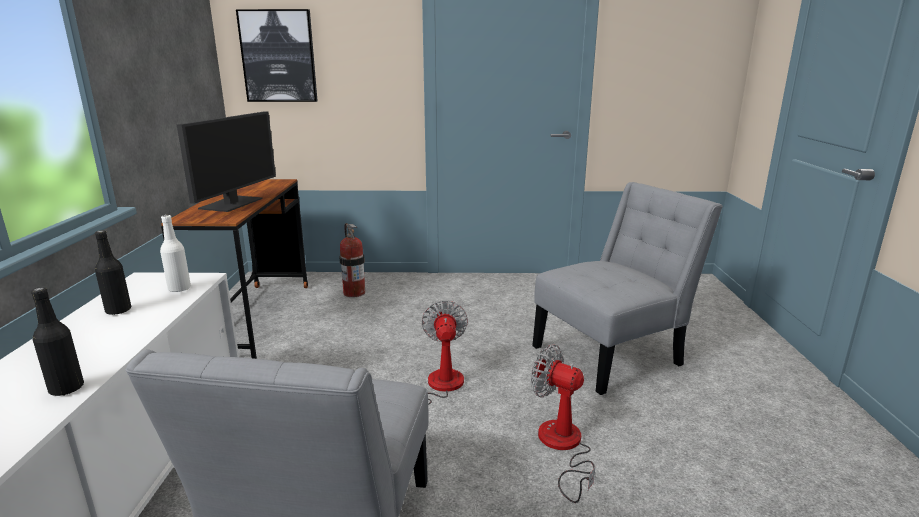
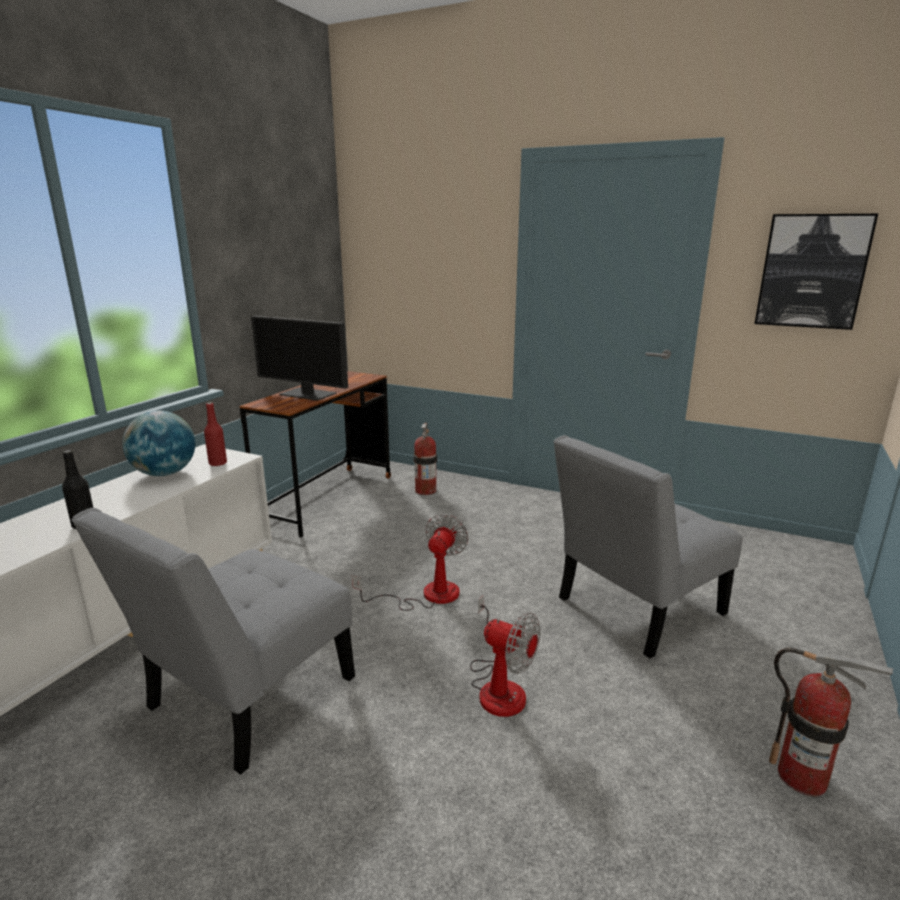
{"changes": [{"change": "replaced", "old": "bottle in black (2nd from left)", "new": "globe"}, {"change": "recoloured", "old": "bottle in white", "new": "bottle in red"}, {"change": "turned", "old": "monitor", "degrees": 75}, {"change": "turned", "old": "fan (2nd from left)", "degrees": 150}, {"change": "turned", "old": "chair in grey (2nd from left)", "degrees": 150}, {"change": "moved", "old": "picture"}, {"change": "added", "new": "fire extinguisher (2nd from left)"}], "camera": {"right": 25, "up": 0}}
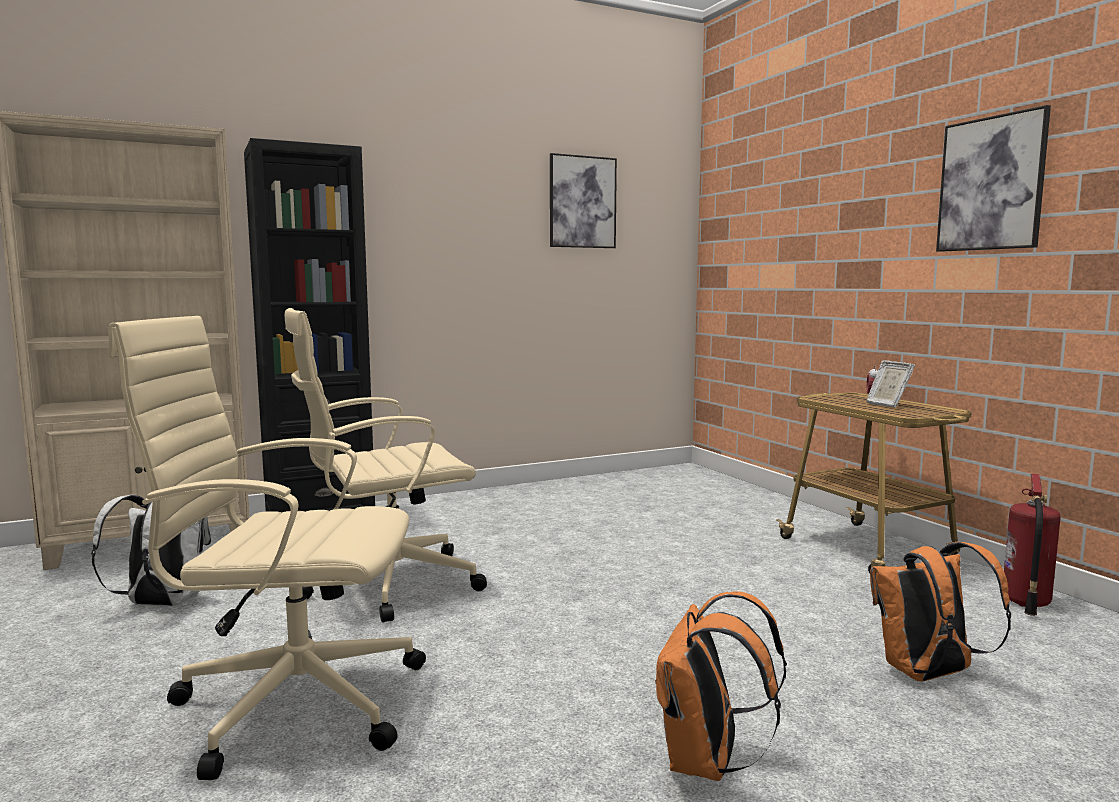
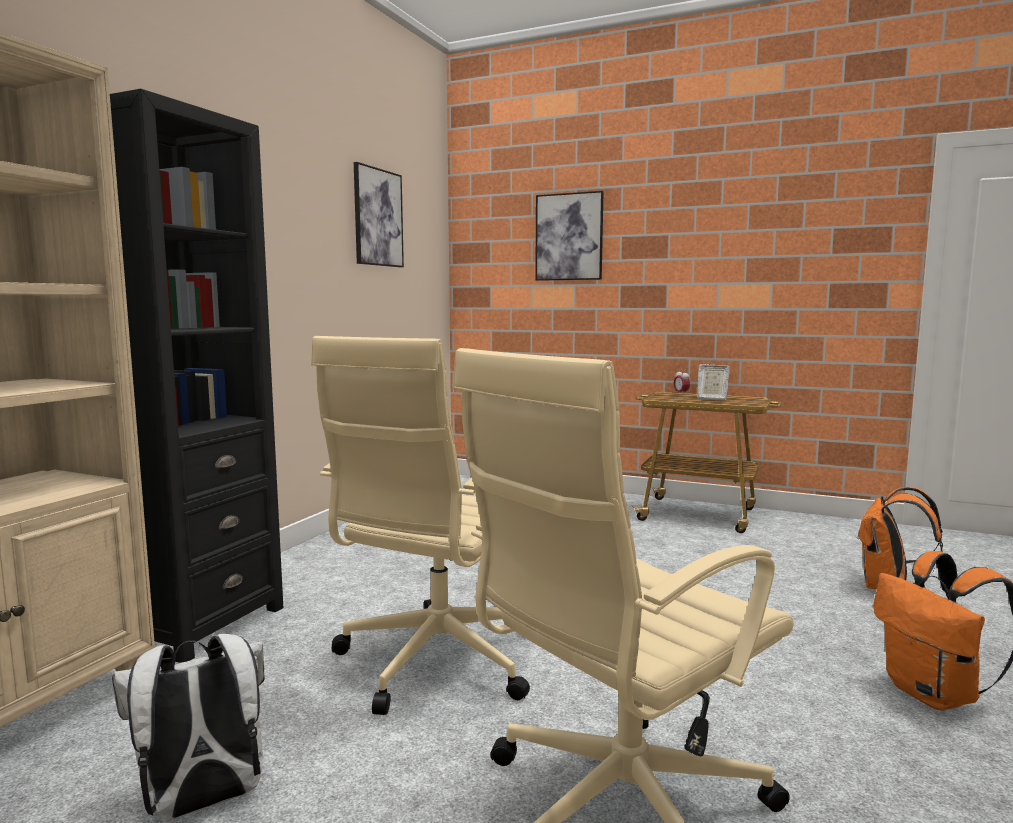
{"changes": [{"change": "moved", "old": "picture (2nd from left)"}, {"change": "removed", "old": "fire extinguisher"}], "camera": {"right": -40, "up": 0}}
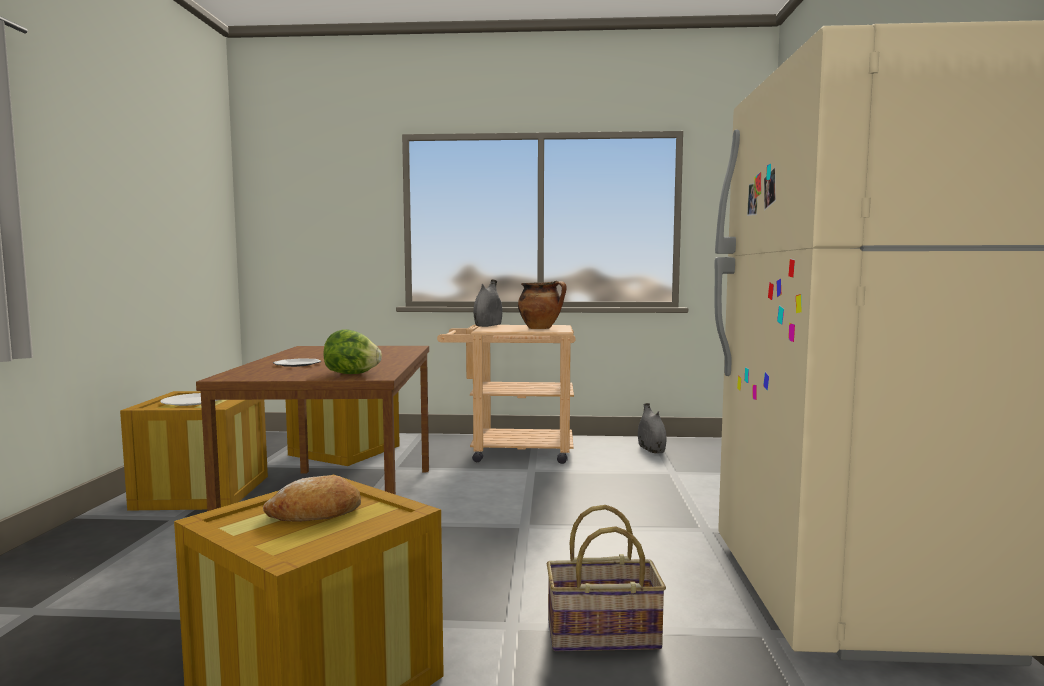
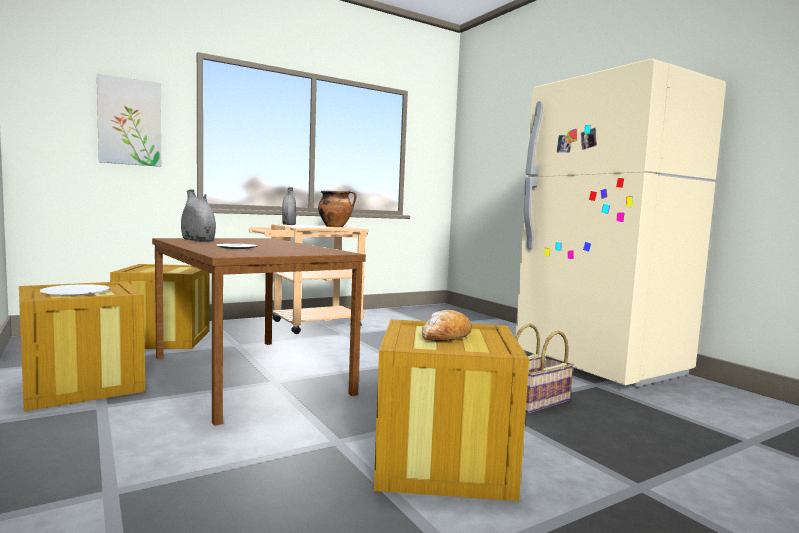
{"changes": [{"change": "added", "new": "picture"}, {"change": "moved", "old": "vase in grey (2nd from left in the first image)", "new": "vase in grey (1st from left)"}, {"change": "removed", "old": "lettuce"}], "camera": {"right": -35, "up": 0}}
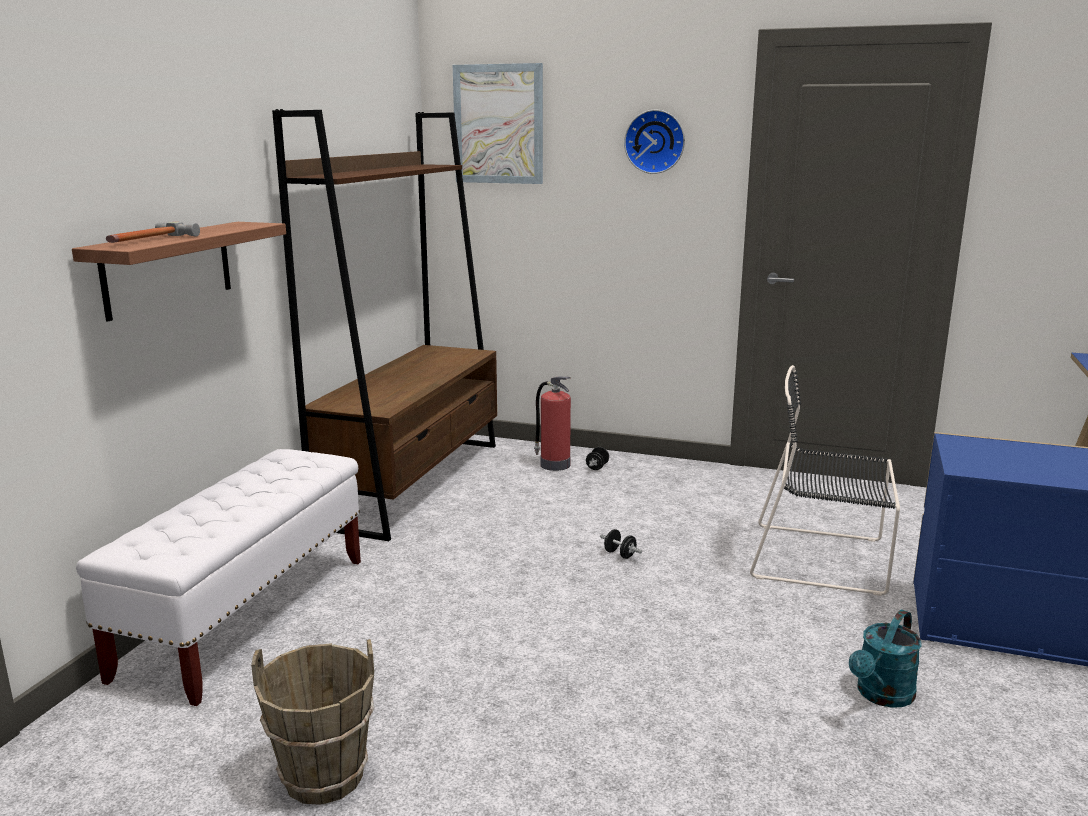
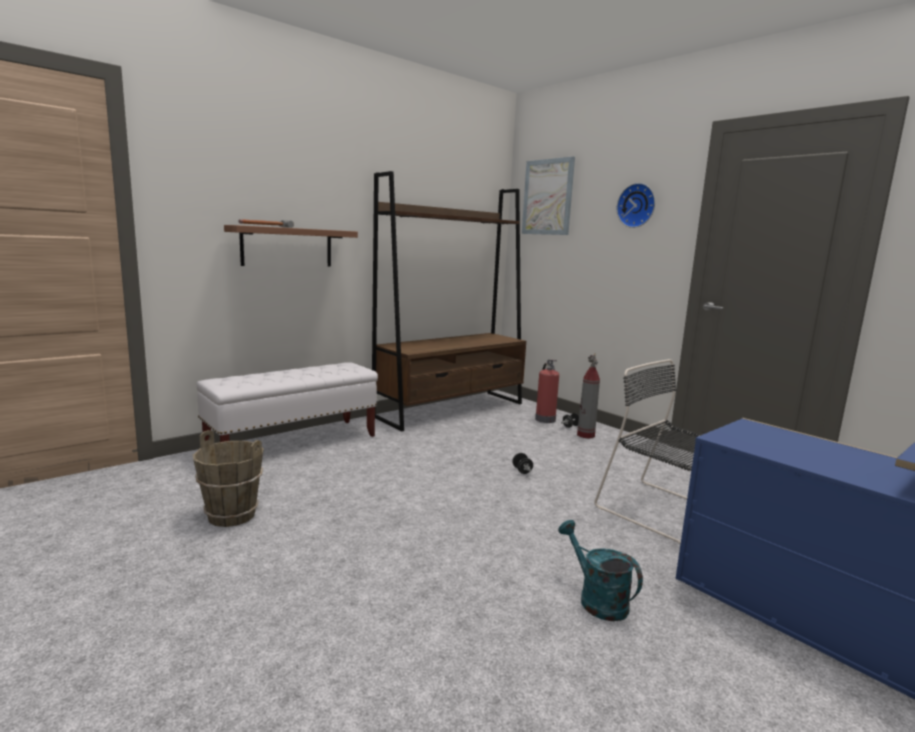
{"changes": [{"change": "turned", "old": "watering can in turquoise", "degrees": 75}, {"change": "added", "new": "fire extinguisher (2nd from left)"}], "camera": {"right": 30, "up": -5}}
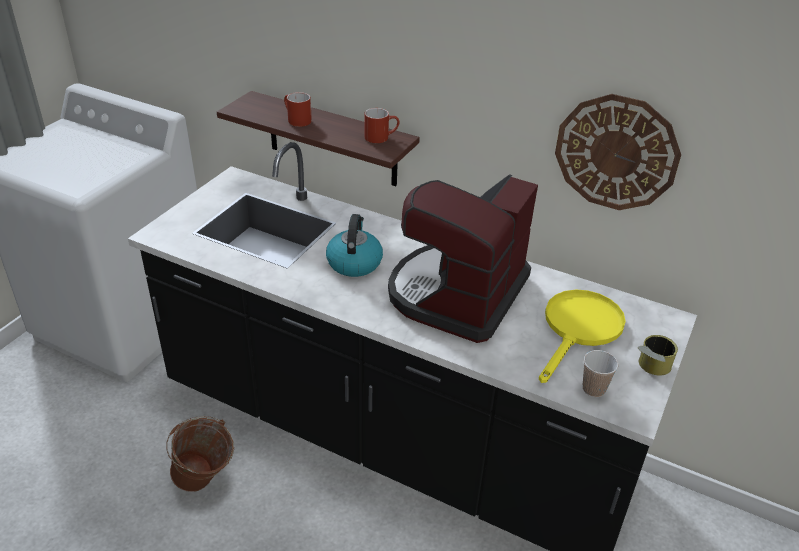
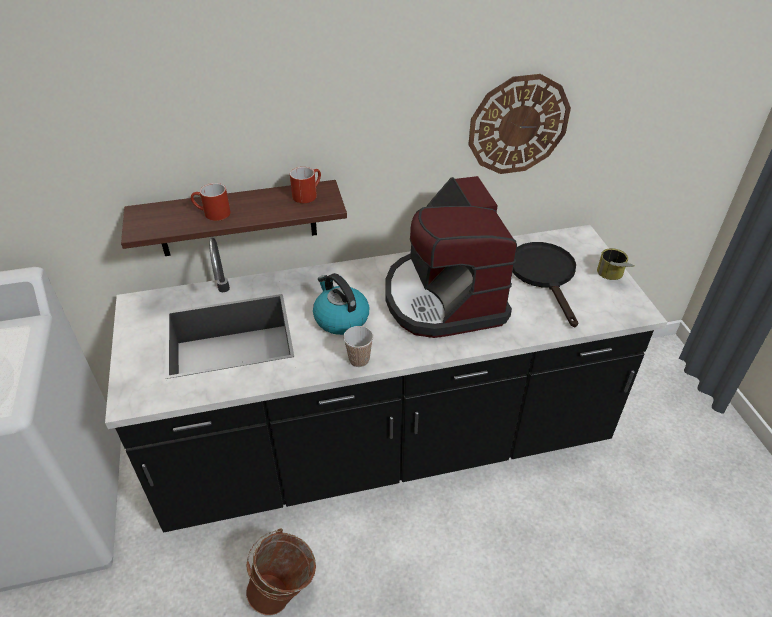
{"changes": [{"change": "moved", "old": "cup"}, {"change": "recoloured", "old": "frying pan in yellow", "new": "frying pan in black"}], "camera": {"right": -40, "up": 5}}
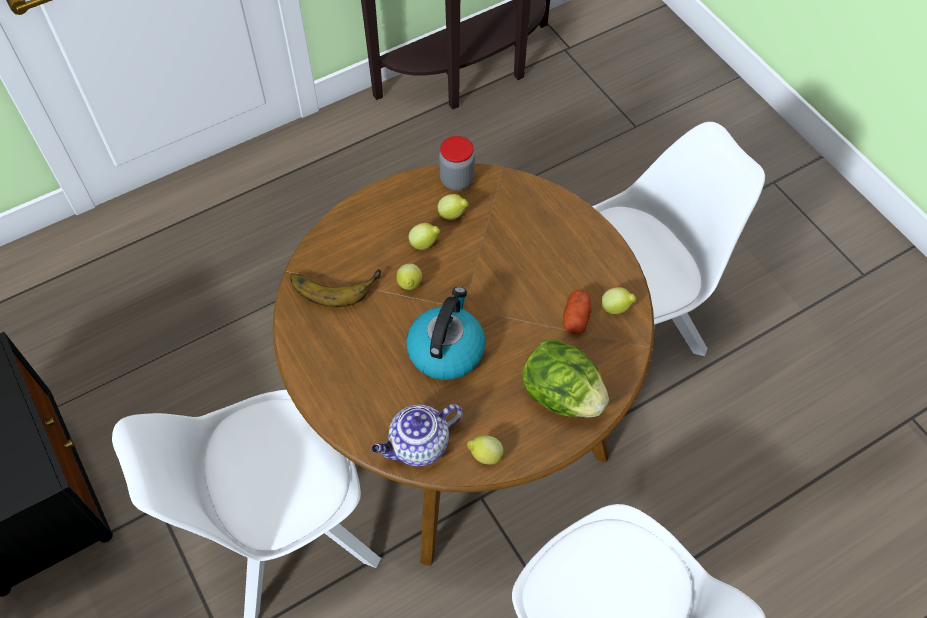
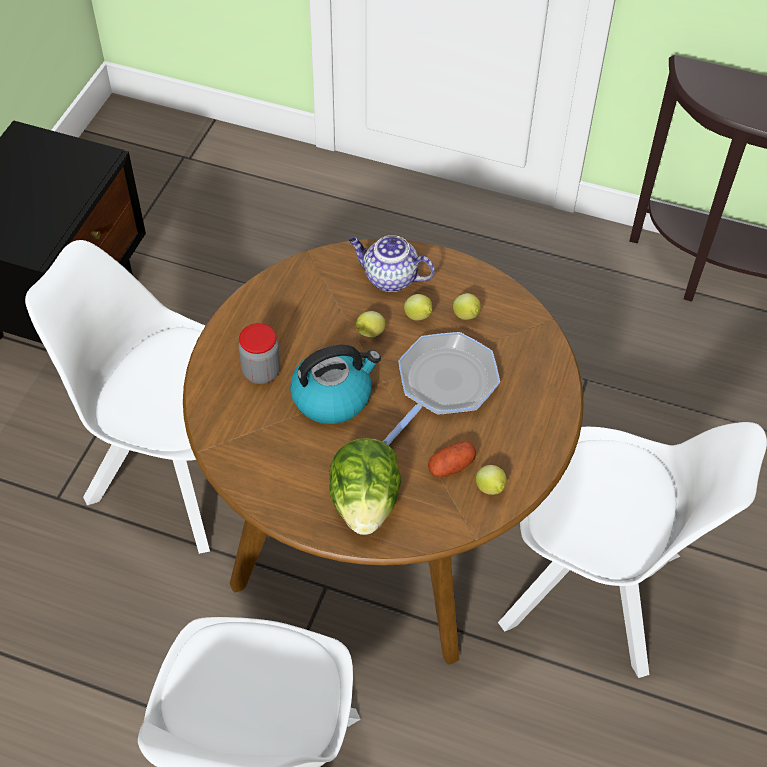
{"changes": [{"change": "moved", "old": "jar"}, {"change": "moved", "old": "teapot"}, {"change": "added", "new": "frying pan"}, {"change": "removed", "old": "banana"}, {"change": "removed", "old": "lemon (4th from left)"}], "camera": {"right": 50, "up": -5}}
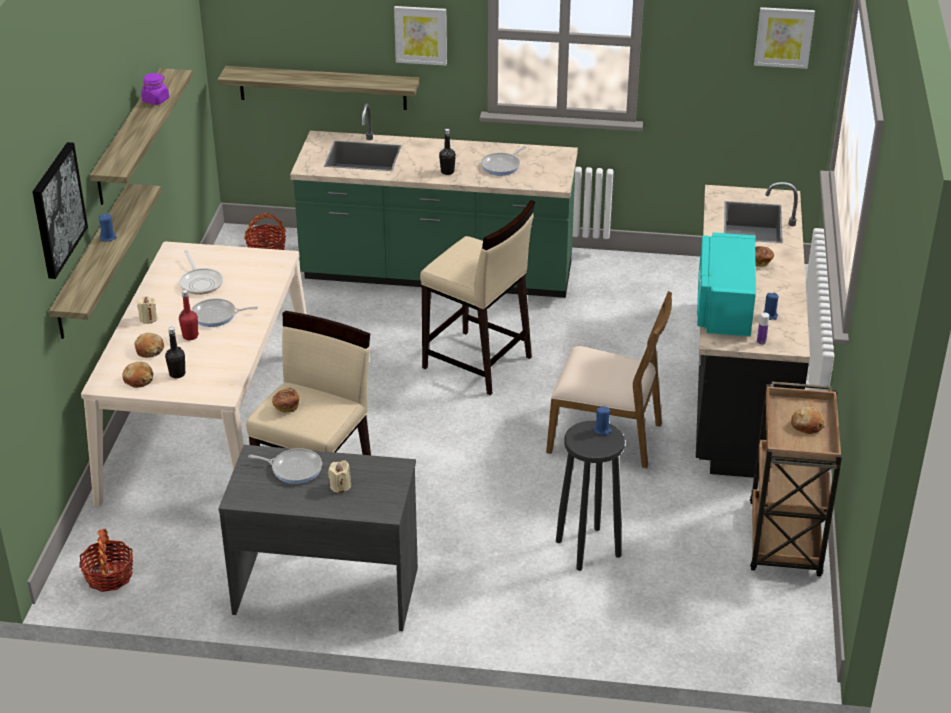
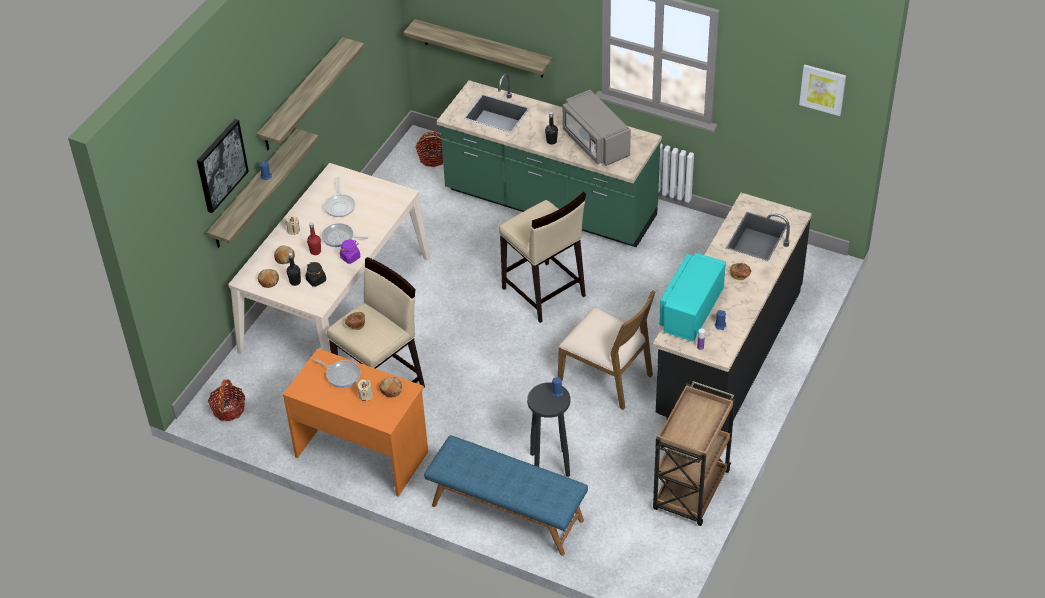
{"changes": [{"change": "recoloured", "old": "desk in grey", "new": "desk in orange"}, {"change": "added", "new": "jar in black"}, {"change": "moved", "old": "jar in purple"}, {"change": "moved", "old": "bread (5th from left in the first image)", "new": "bread (4th from left)"}, {"change": "added", "new": "bench in blue"}, {"change": "replaced", "old": "frying pan (4th from left)", "new": "microwave in grey"}, {"change": "removed", "old": "picture (2nd from left)"}], "camera": {"right": 20, "up": 10}}
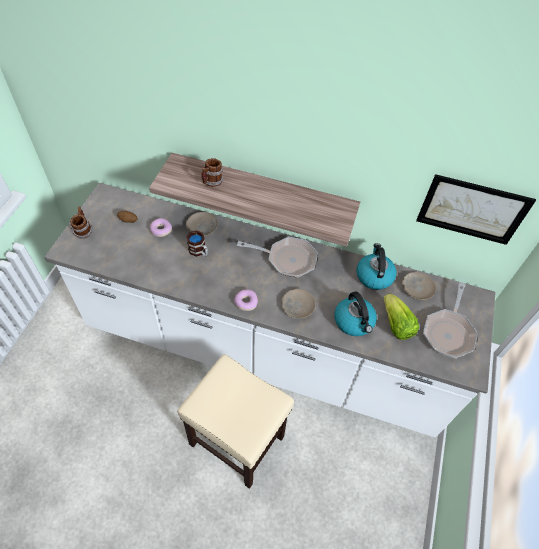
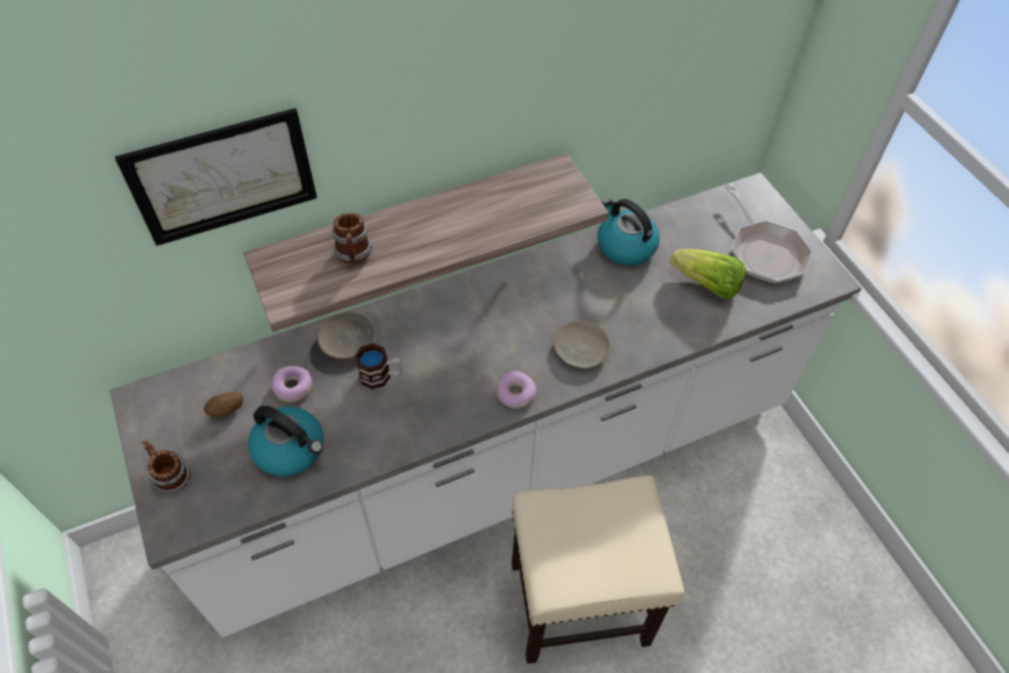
{"changes": [{"change": "moved", "old": "picture"}, {"change": "moved", "old": "kettle (1st from left)"}, {"change": "removed", "old": "frying pan (1st from left)"}, {"change": "removed", "old": "plate in beige (3rd from left)"}], "camera": {"right": -40, "up": 0}}
